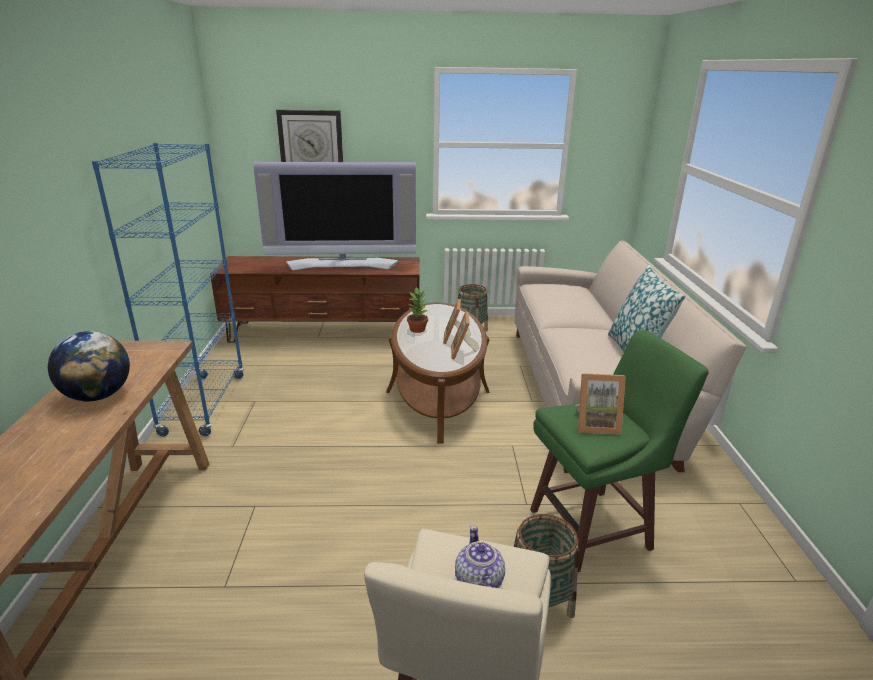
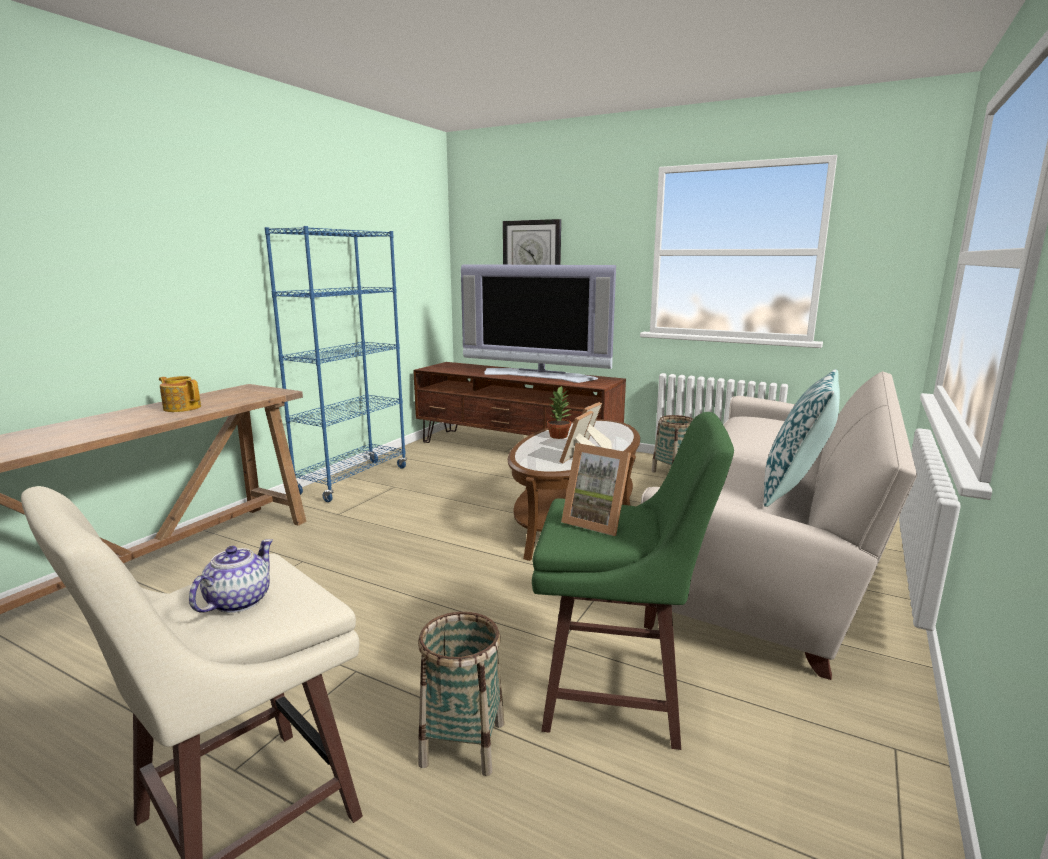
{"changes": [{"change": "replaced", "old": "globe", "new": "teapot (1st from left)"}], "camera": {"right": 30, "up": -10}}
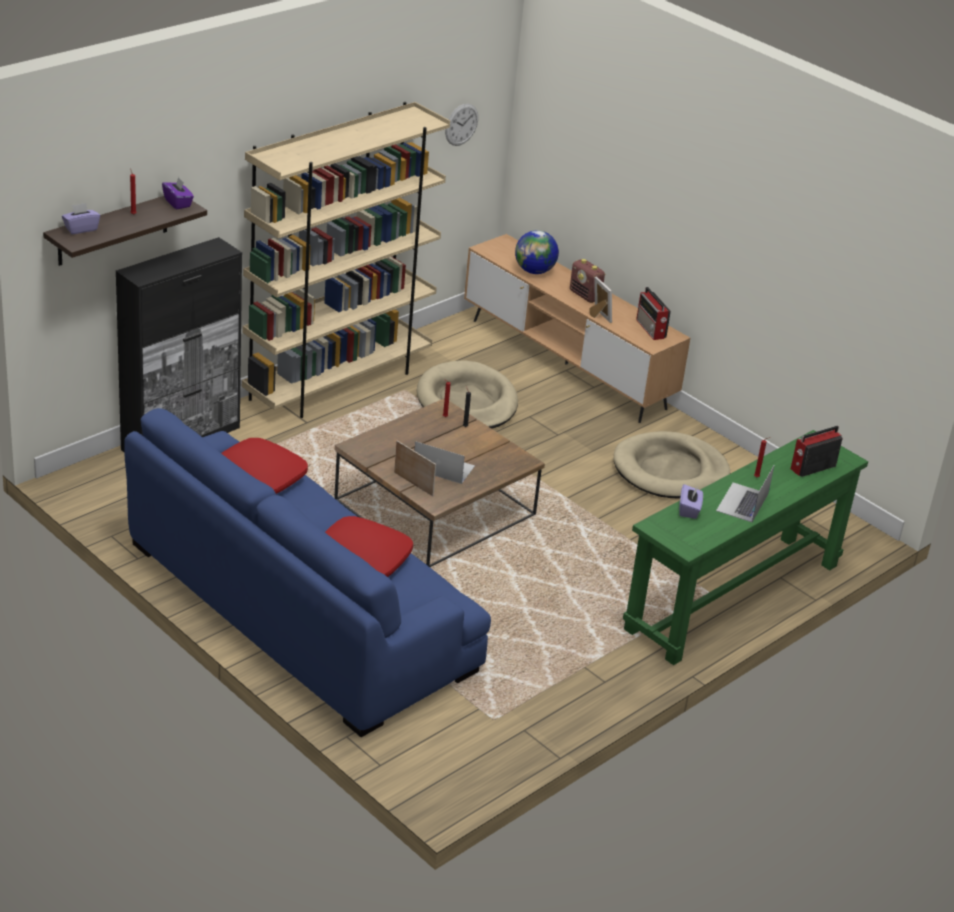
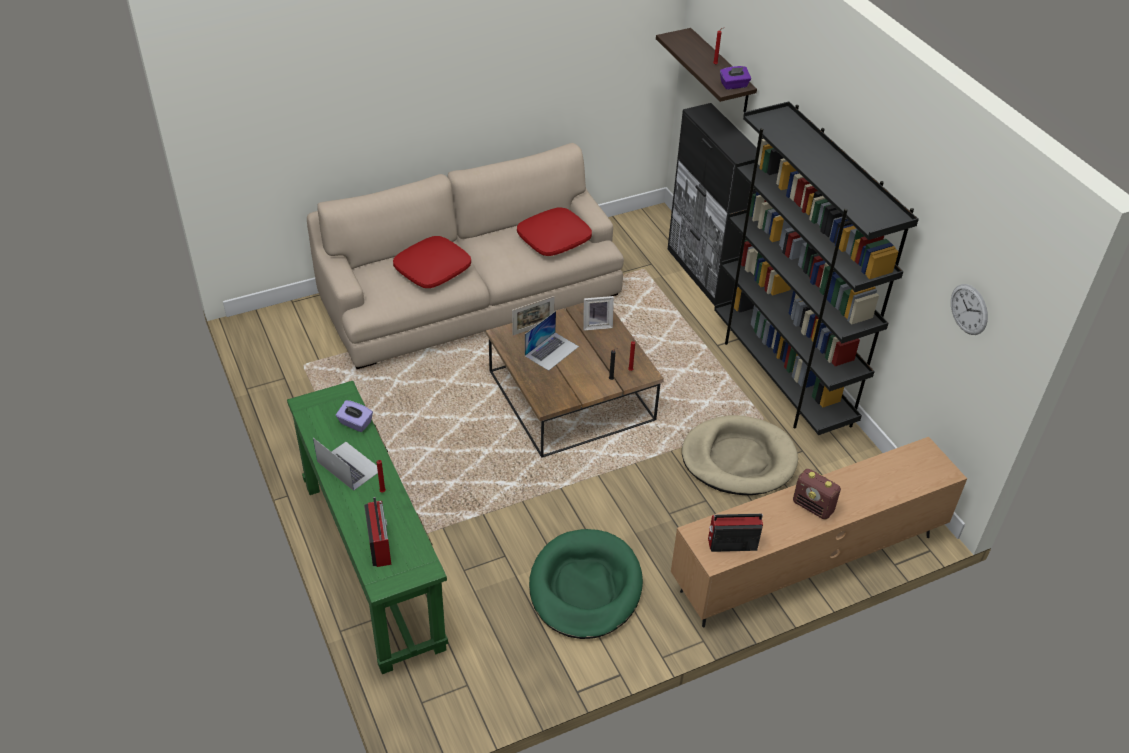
{"changes": [{"change": "recoloured", "old": "sofa in blue", "new": "sofa in beige"}, {"change": "recoloured", "old": "dog bed in beige (2nd from left)", "new": "dog bed in green"}, {"change": "moved", "old": "picture frame (2nd from left)"}, {"change": "recoloured", "old": "bookcase in beige", "new": "bookcase in black"}, {"change": "turned", "old": "radio (1st from left in the first image)", "degrees": -120}, {"change": "removed", "old": "tissue box in purple (1st from left)"}, {"change": "removed", "old": "globe"}], "camera": {"right": 110, "up": 10}}
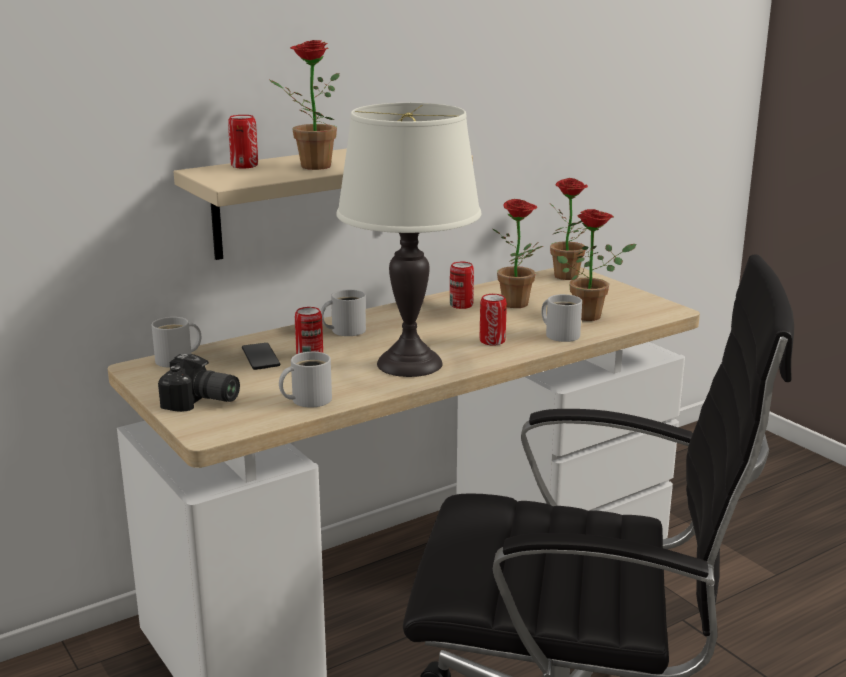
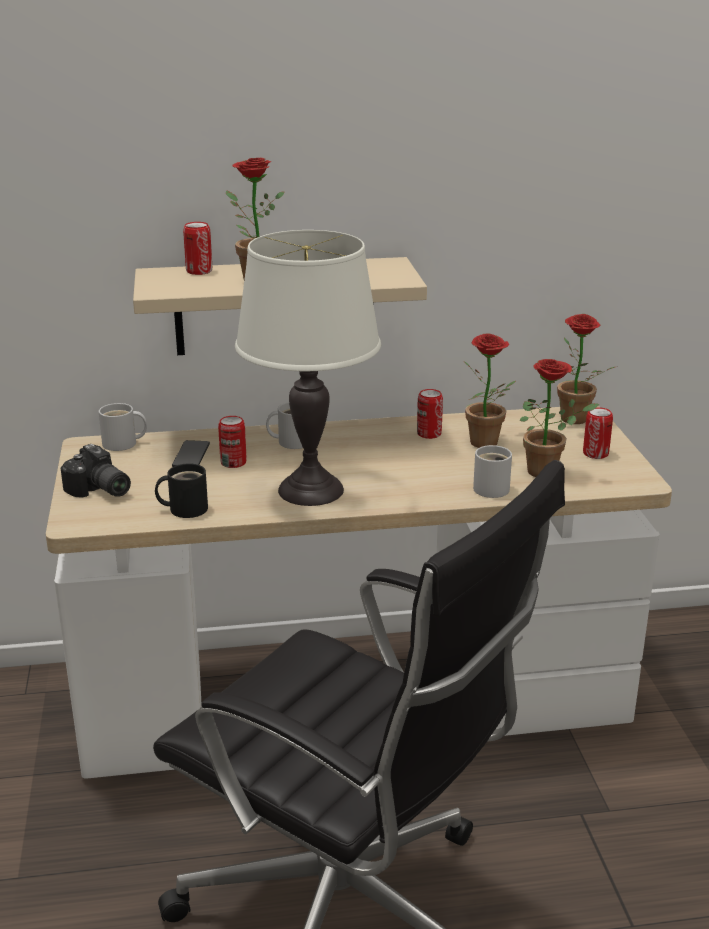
{"changes": [{"change": "recoloured", "old": "mug in white (2nd from left)", "new": "mug in black"}, {"change": "moved", "old": "can (4th from left)"}], "camera": {"right": 25, "up": 5}}
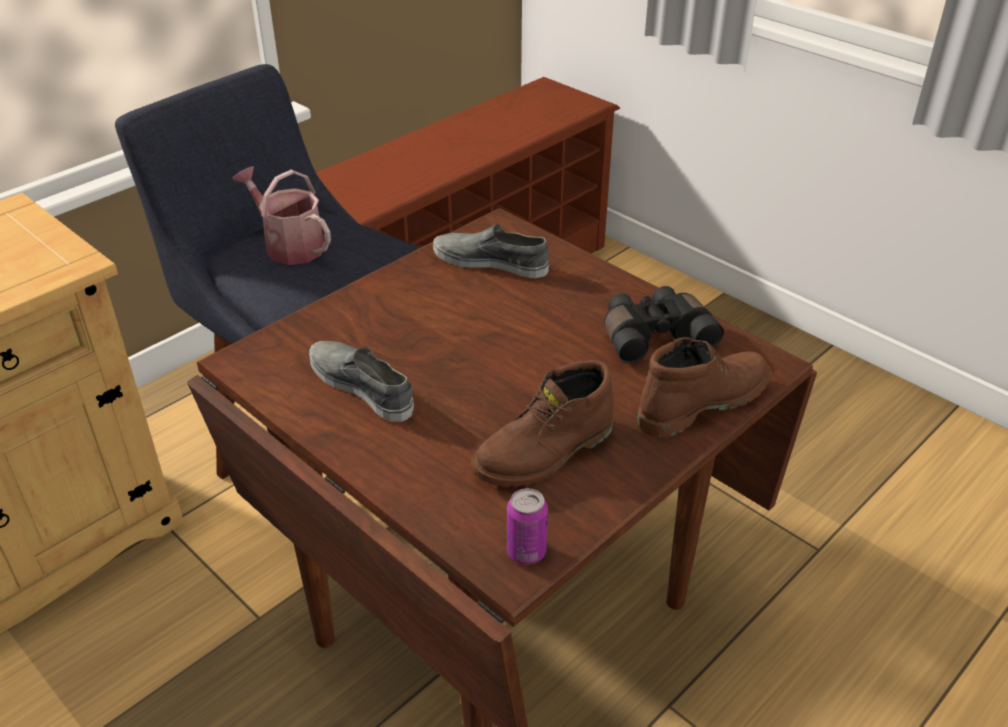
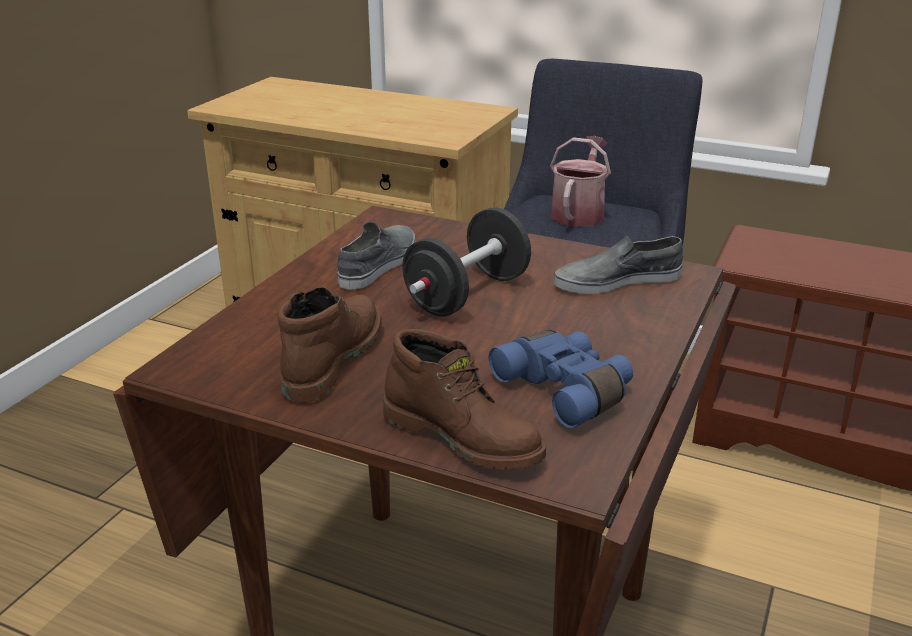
{"changes": [{"change": "turned", "old": "boot in brown (1st from left)", "degrees": 75}, {"change": "added", "new": "dumbbell in black"}, {"change": "recoloured", "old": "binoculars in black", "new": "binoculars in blue"}, {"change": "turned", "old": "shoe in grey (2nd from left)", "degrees": -105}, {"change": "removed", "old": "can"}], "camera": {"right": 70, "up": -10}}
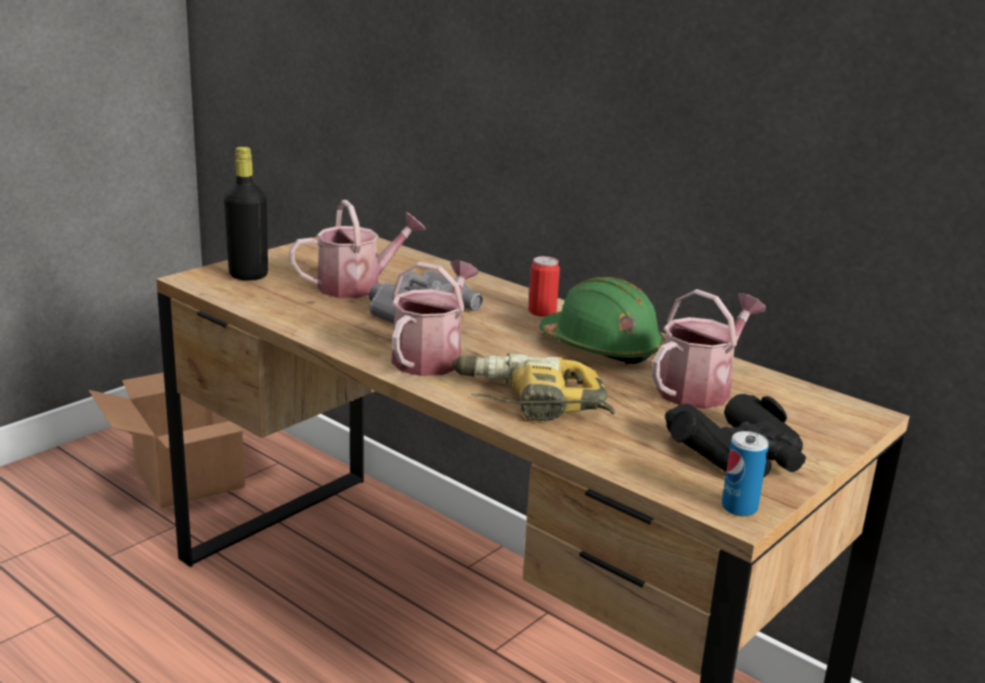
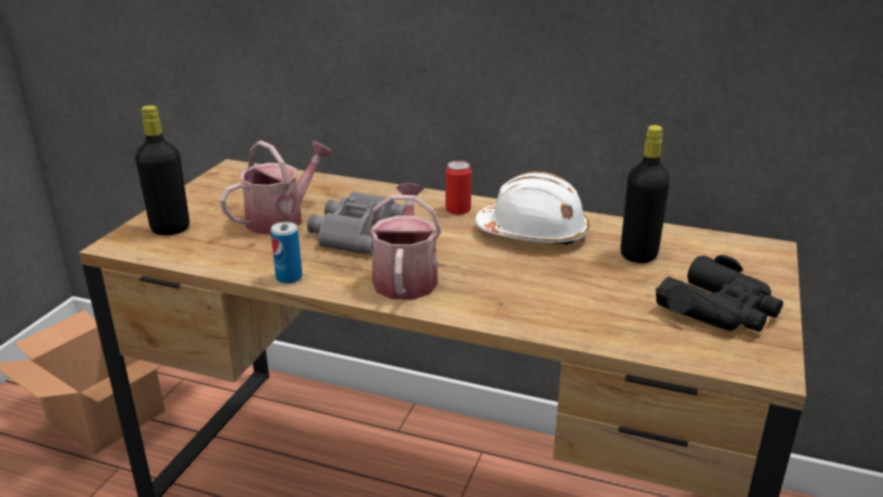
{"changes": [{"change": "moved", "old": "can (2nd from left in the first image)", "new": "can (1st from left)"}, {"change": "recoloured", "old": "hard hat in green", "new": "hard hat in white"}, {"change": "replaced", "old": "watering can (3rd from left)", "new": "bottle in black (2nd from left)"}, {"change": "removed", "old": "power drill"}], "camera": {"right": -20, "up": 5}}
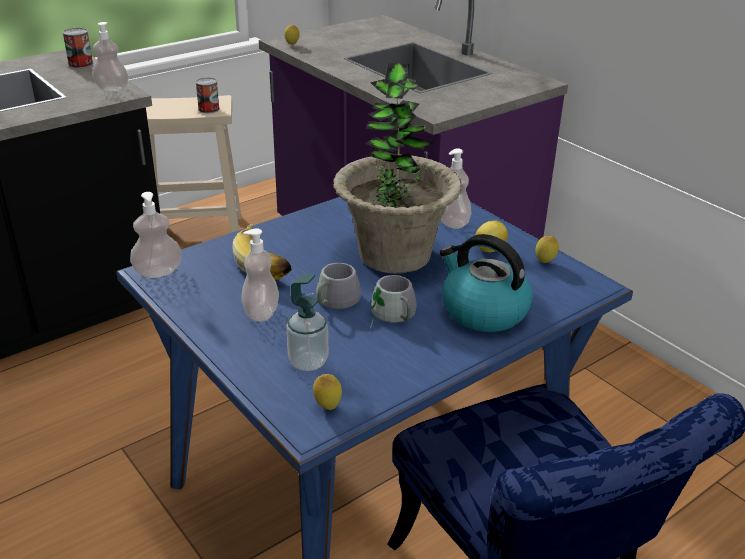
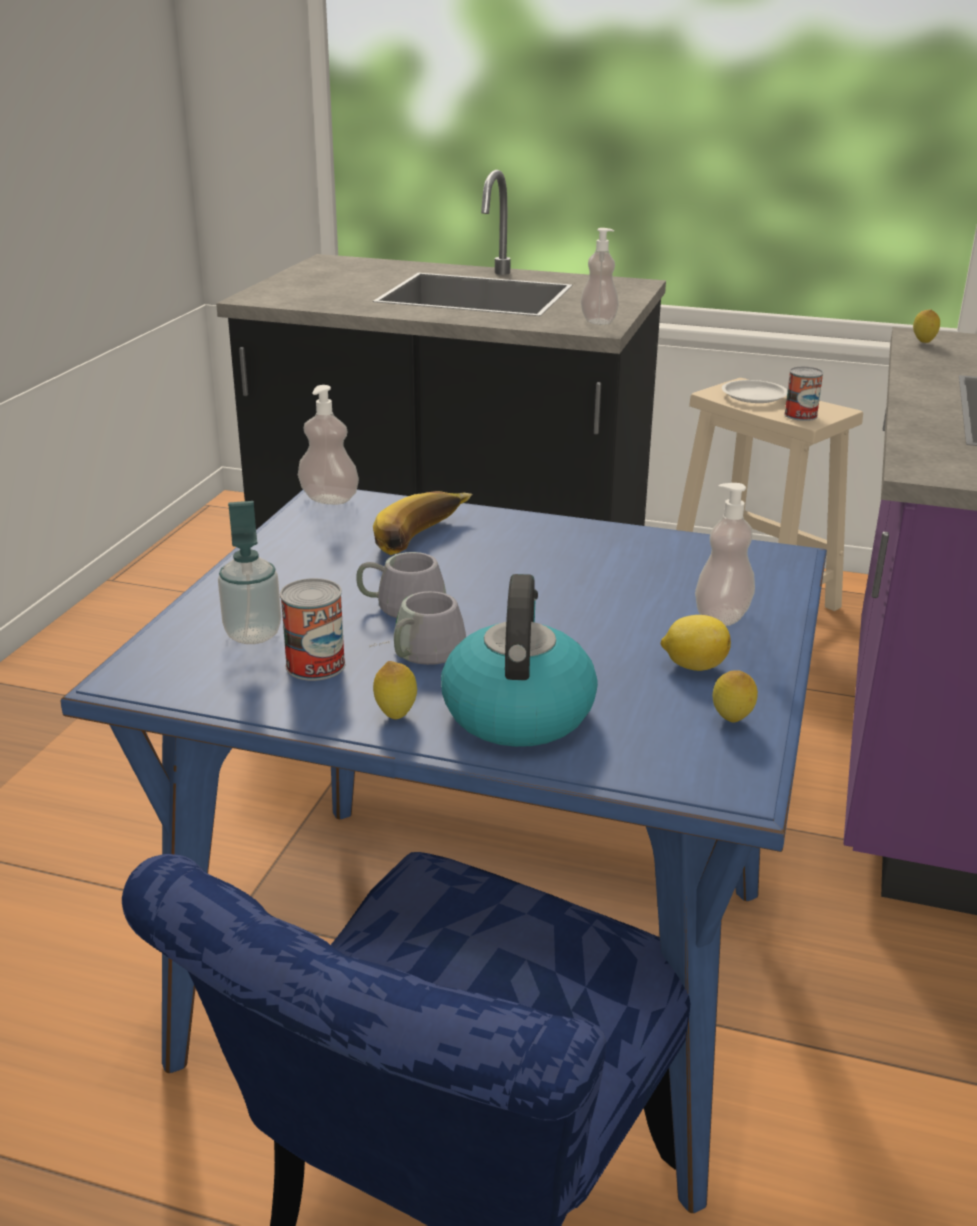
{"changes": [{"change": "moved", "old": "can (1st from left)"}, {"change": "moved", "old": "lemon (2nd from left in the first image)", "new": "lemon (1st from left)"}, {"change": "added", "new": "plate in white"}, {"change": "removed", "old": "soap dispenser (3rd from left)"}, {"change": "removed", "old": "potted plant"}], "camera": {"right": 55, "up": -5}}
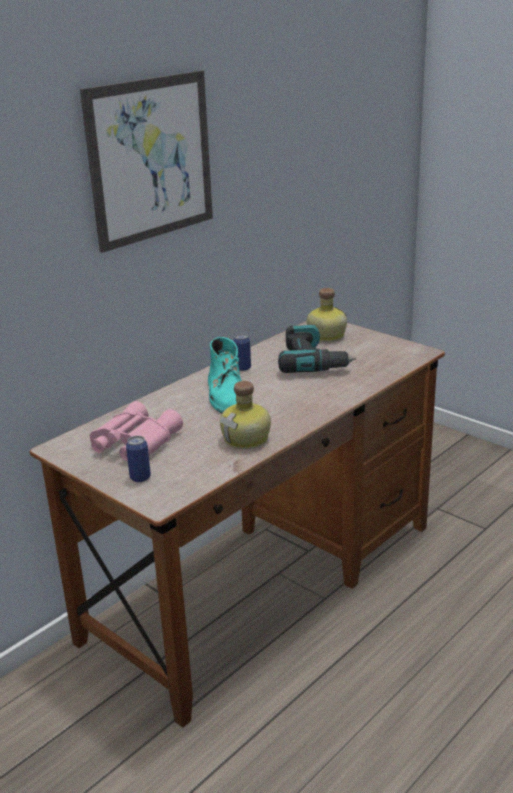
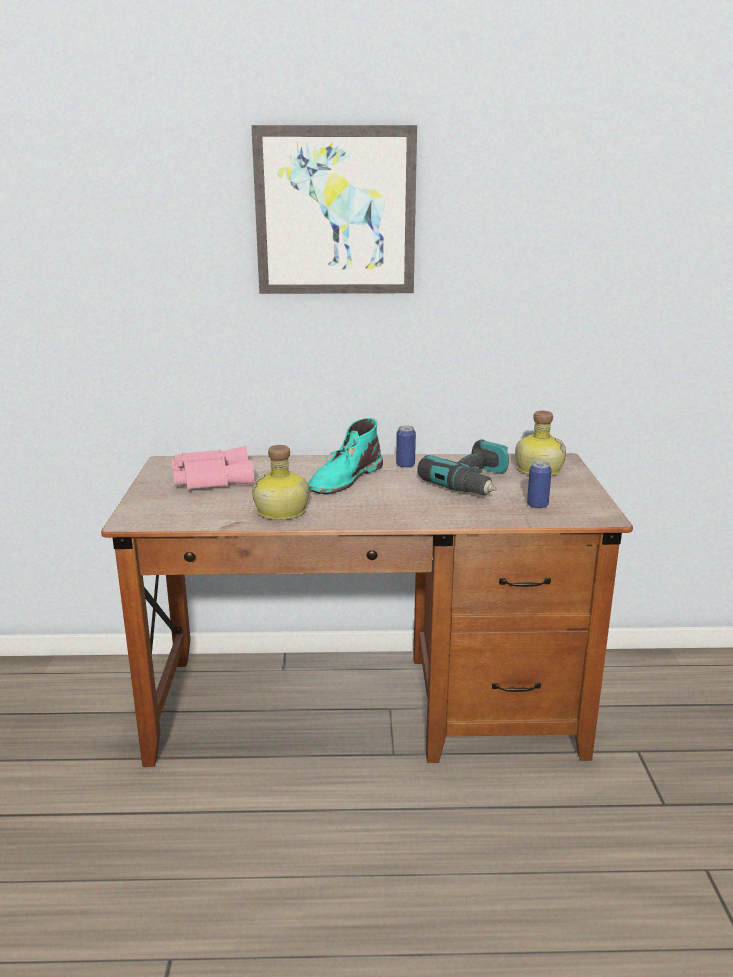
{"changes": [{"change": "moved", "old": "can (1st from left in the first image)", "new": "can (2nd from left)"}], "camera": {"right": 45, "up": -5}}
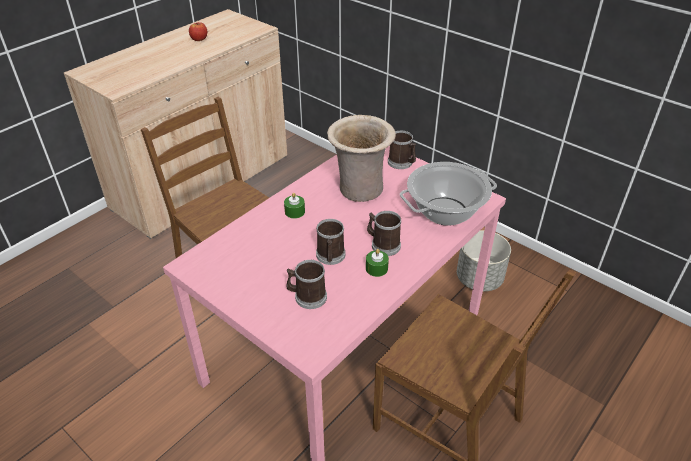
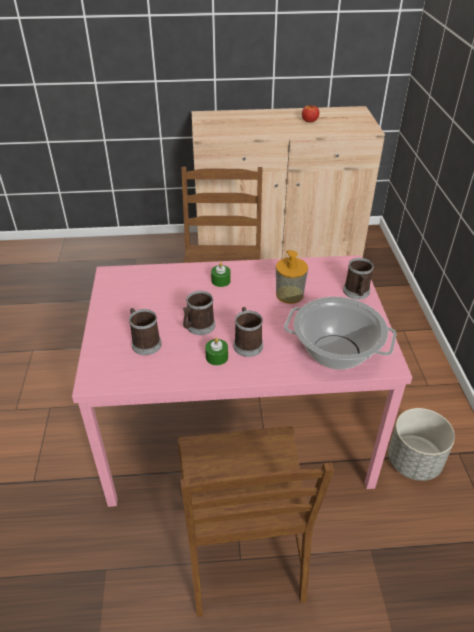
{"changes": [{"change": "replaced", "old": "vase in beige", "new": "soap dispenser"}], "camera": {"right": 45, "up": 0}}
